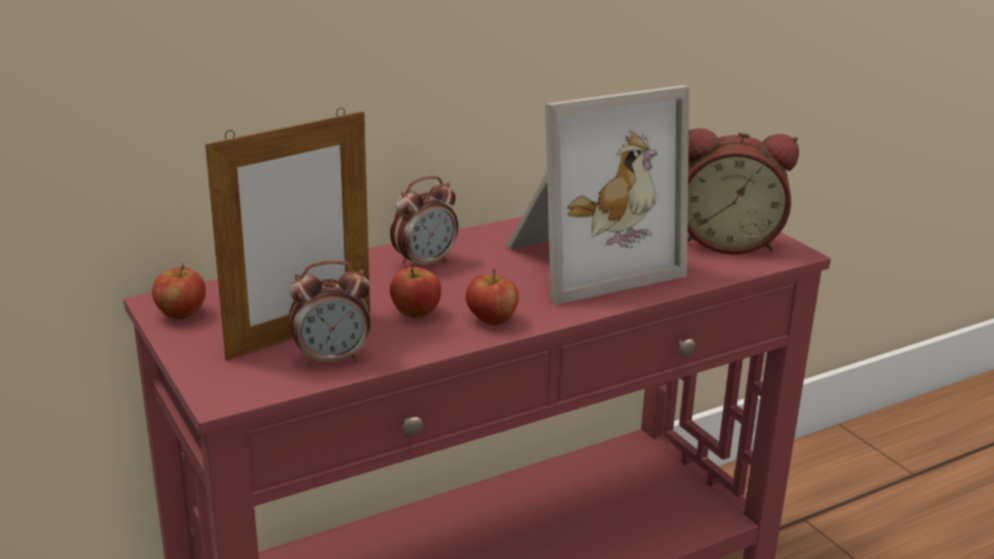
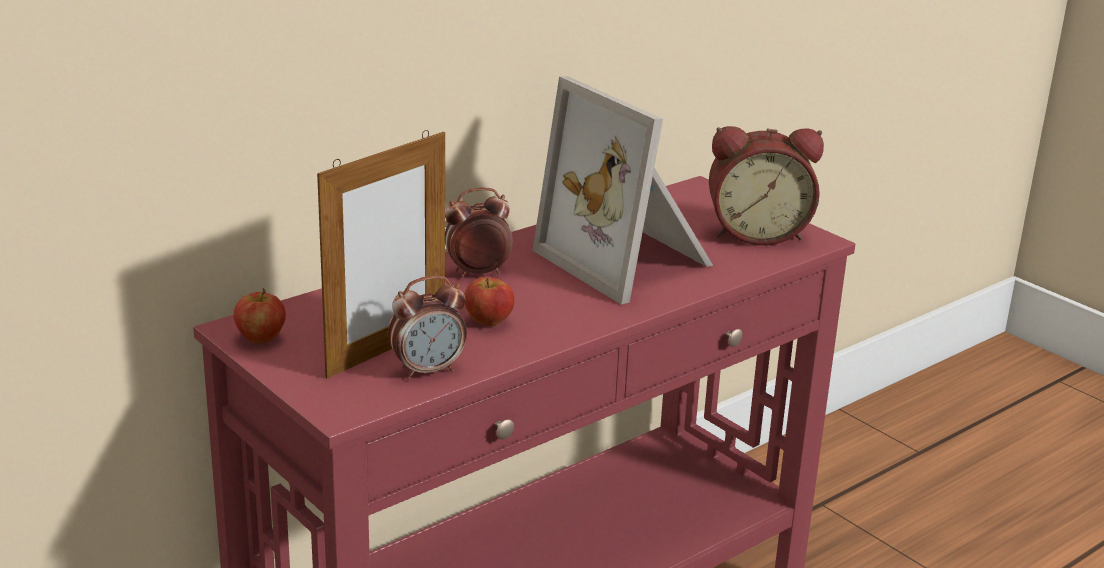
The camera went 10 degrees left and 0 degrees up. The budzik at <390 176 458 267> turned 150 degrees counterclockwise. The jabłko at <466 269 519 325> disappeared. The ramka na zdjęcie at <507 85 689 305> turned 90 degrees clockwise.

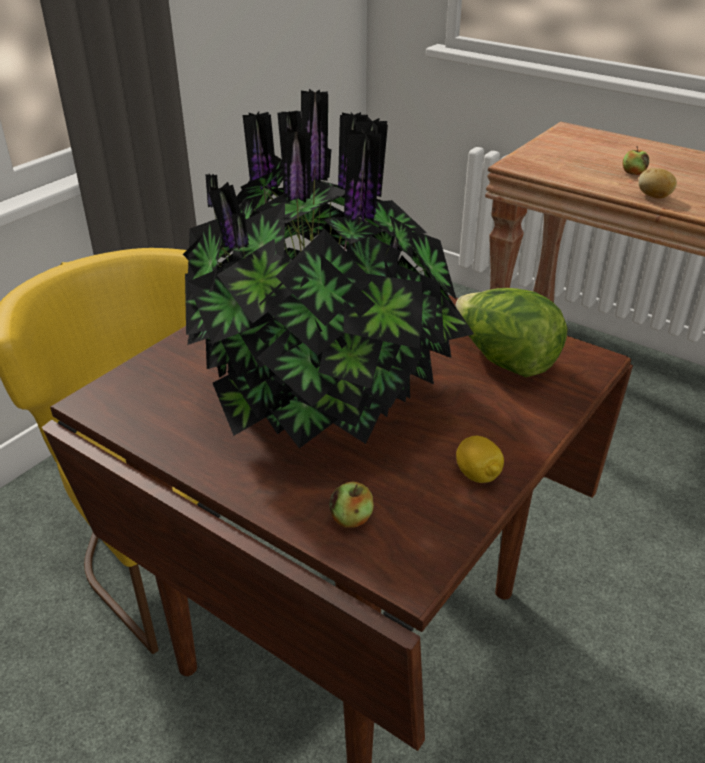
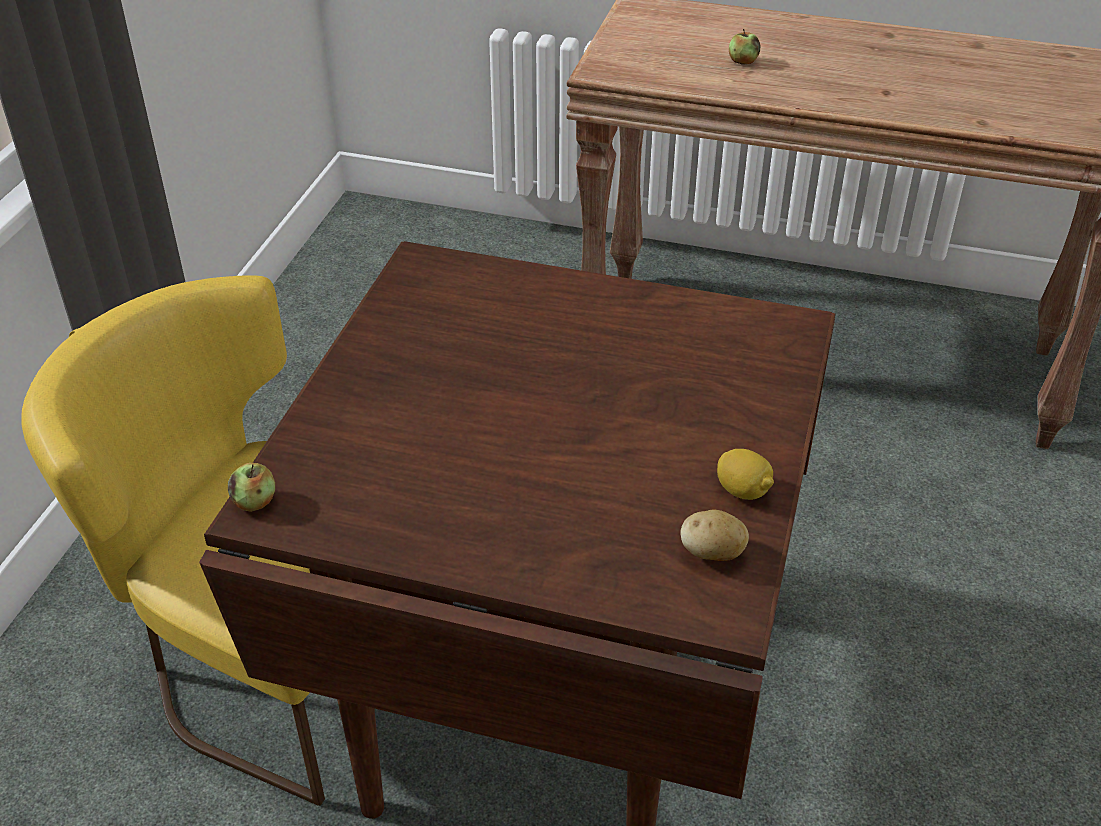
The camera went 20 degrees left and 5 degrees up. The roślina doniczkowa at <183 89 474 448> disappeared. The jabłko moved from <329 481 374 528> to <228 463 275 512>. The sałata at <456 288 568 377> disappeared. The ziemniak moved from <639 168 677 199> to <680 510 749 561>.

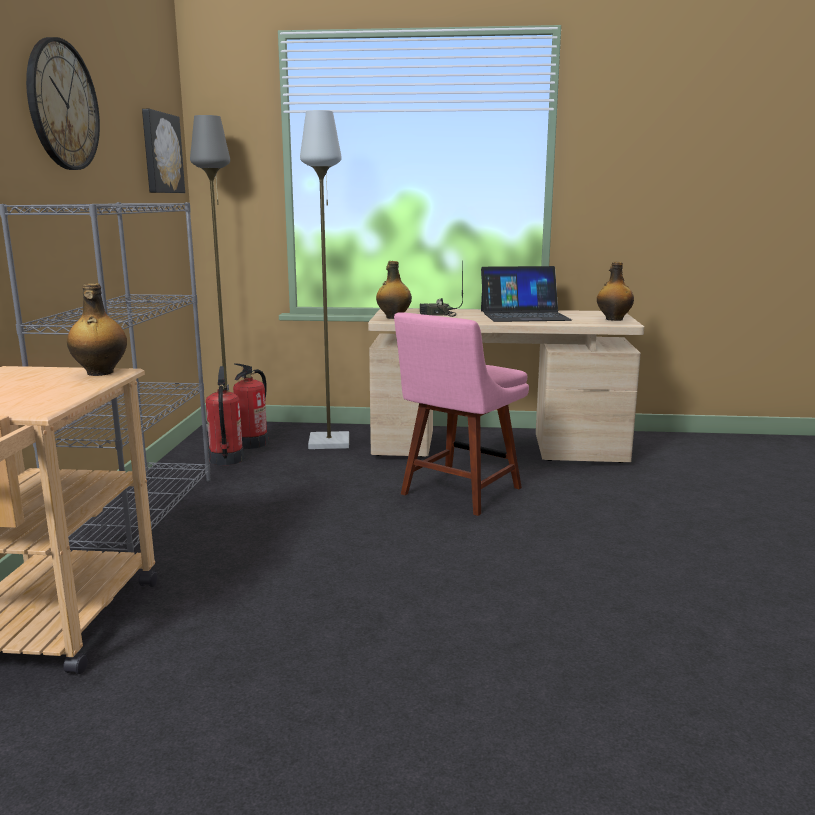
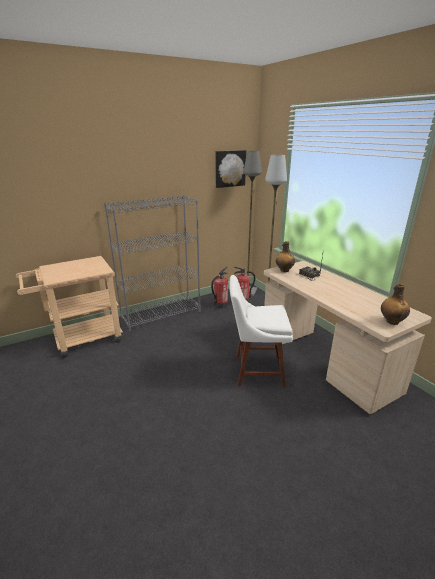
The camera went 55 degrees right and 10 degrees up. The zegar ścienny at <26 37 100 170> disappeared. The butelka at <67 283 127 376> disappeared. The krzesło [różowy] at <394 312 529 516> became the krzesło [biały] at <229 275 293 387>. The laptop at <481 266 572 322> disappeared.

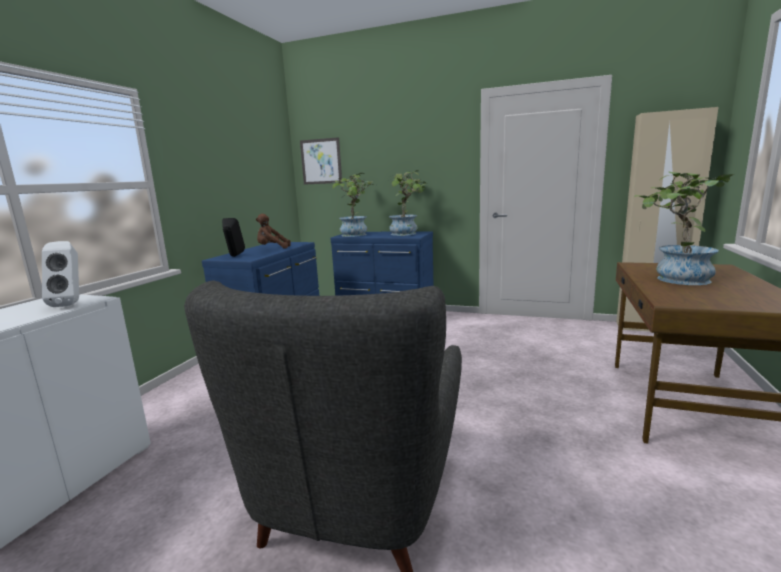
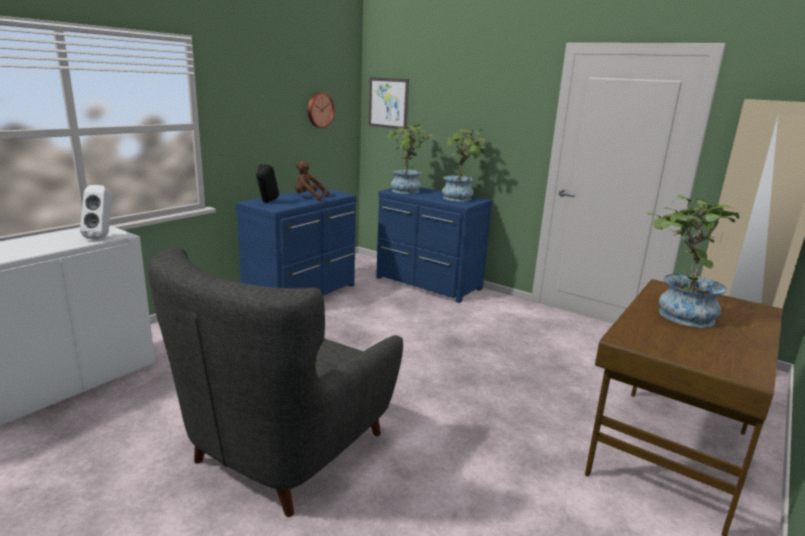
The camera went 15 degrees right and 5 degrees up. The zegar ścienny at <308 92 335 128> appeared.

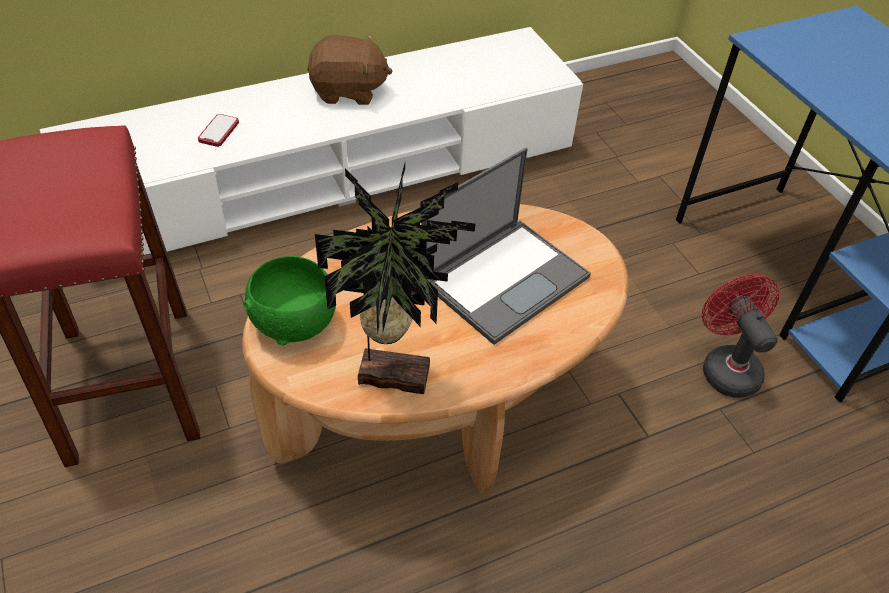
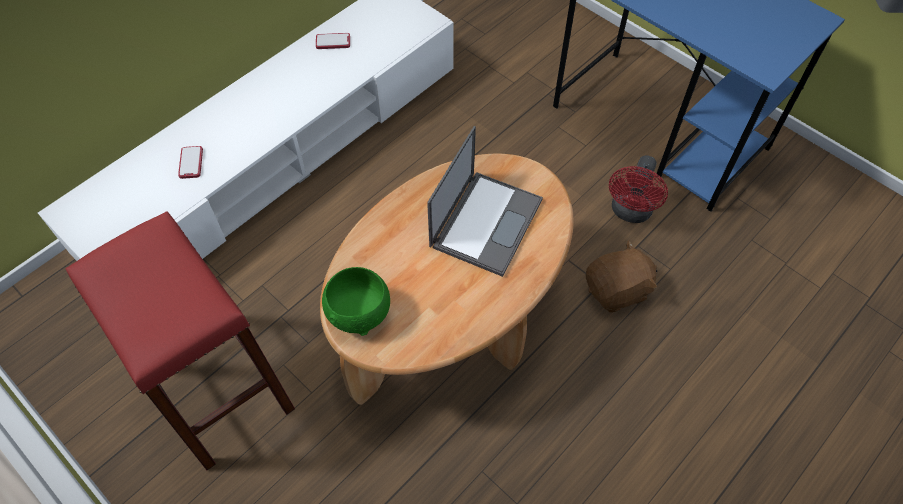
The camera went 20 degrees left and 10 degrees up. The pluszak [brązowy] moved from <307 33 392 105> to <586 240 657 313>. The roślina doniczkowa at <315 163 475 394> disappeared. The wentylator [czerwony] at <702 274 779 398> turned 120 degrees counterclockwise. The telefon at <316 33 350 49> appeared.

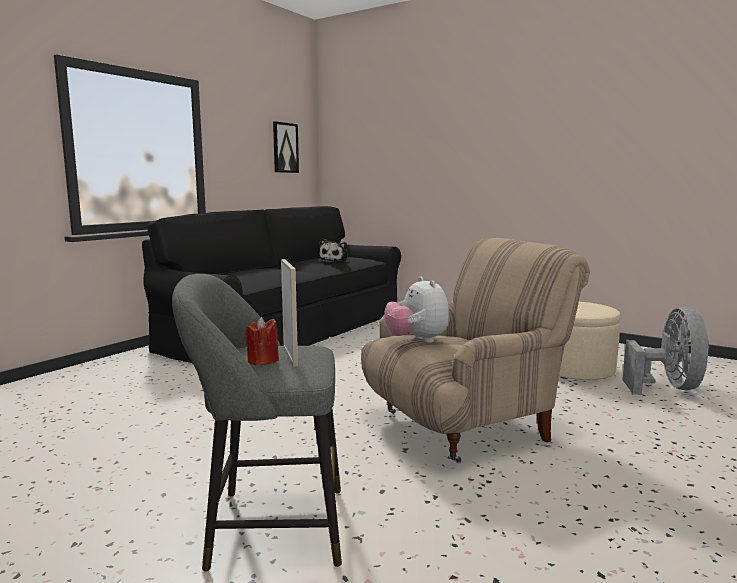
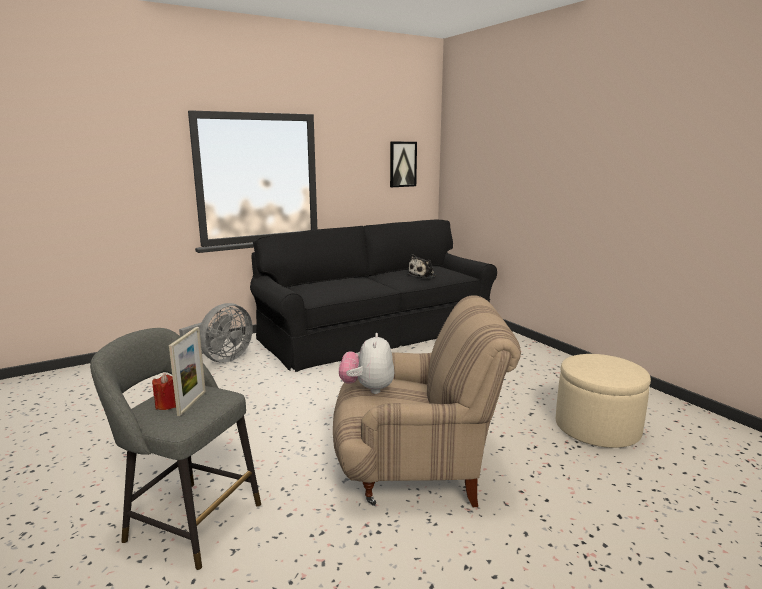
The camera went 25 degrees right and 5 degrees up. The wentylator [szary] moved from <622 307 709 395> to <179 303 253 363>.

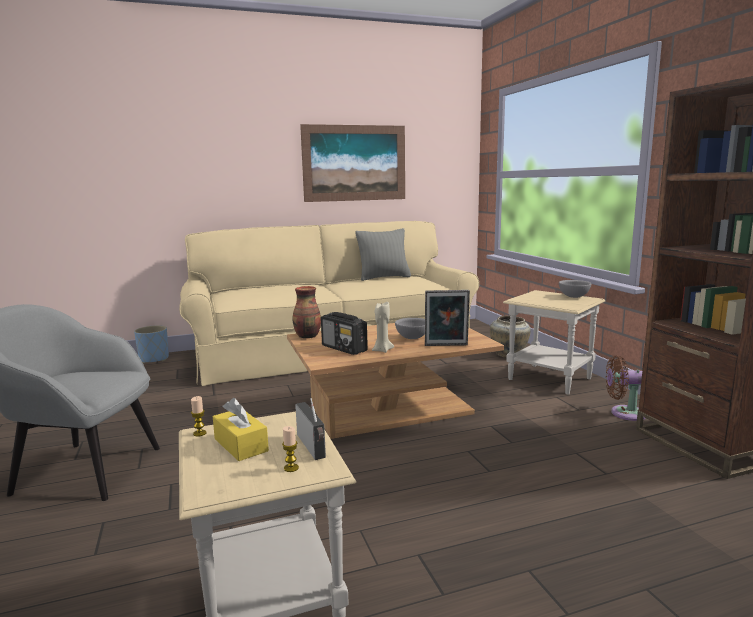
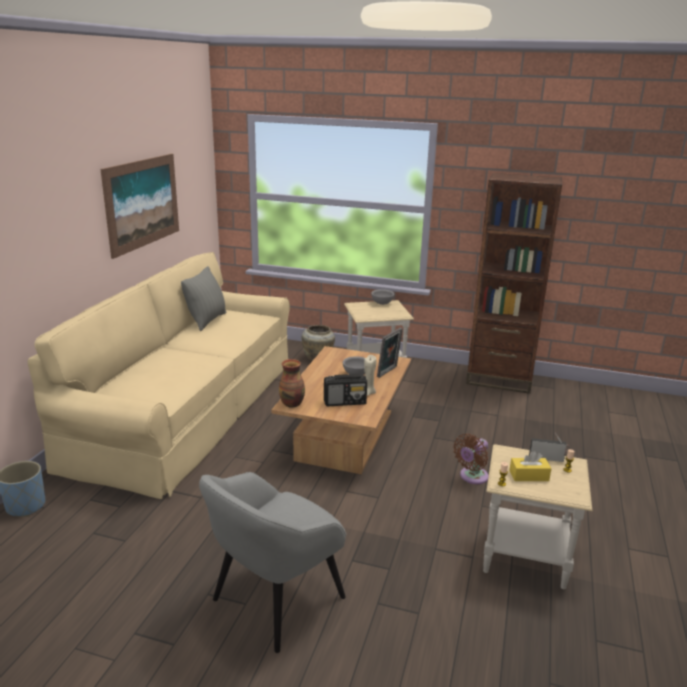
The camera went 55 degrees left and 10 degrees up. The wentylator [brązowy] moved from <606 355 646 421> to <453 434 489 484>.

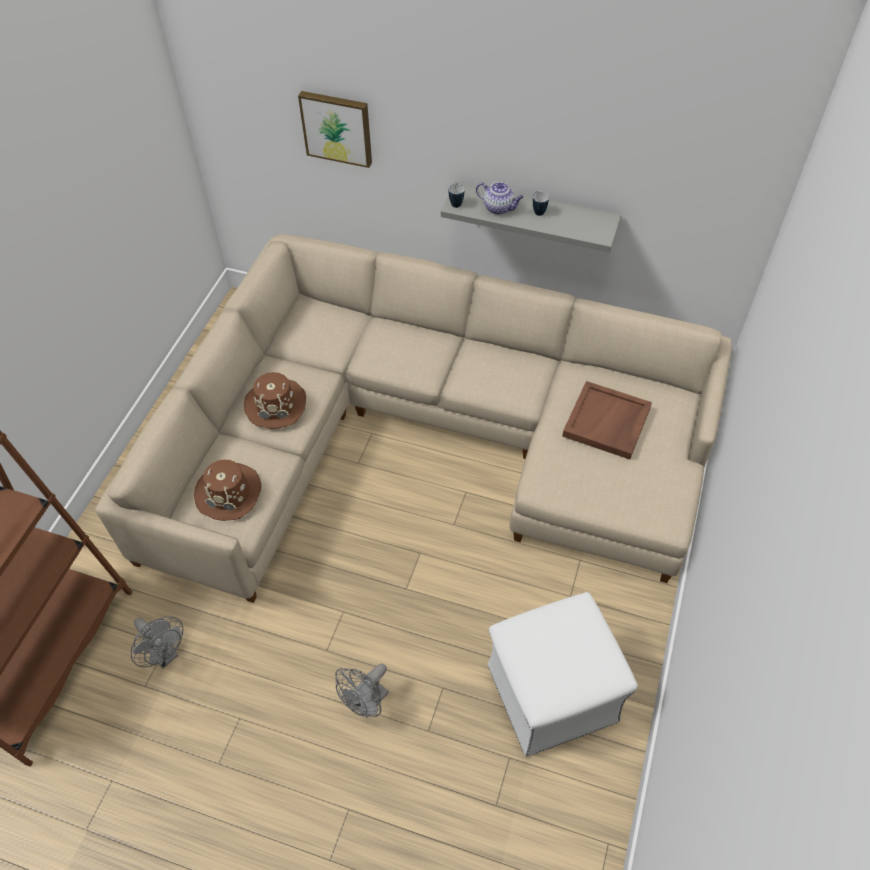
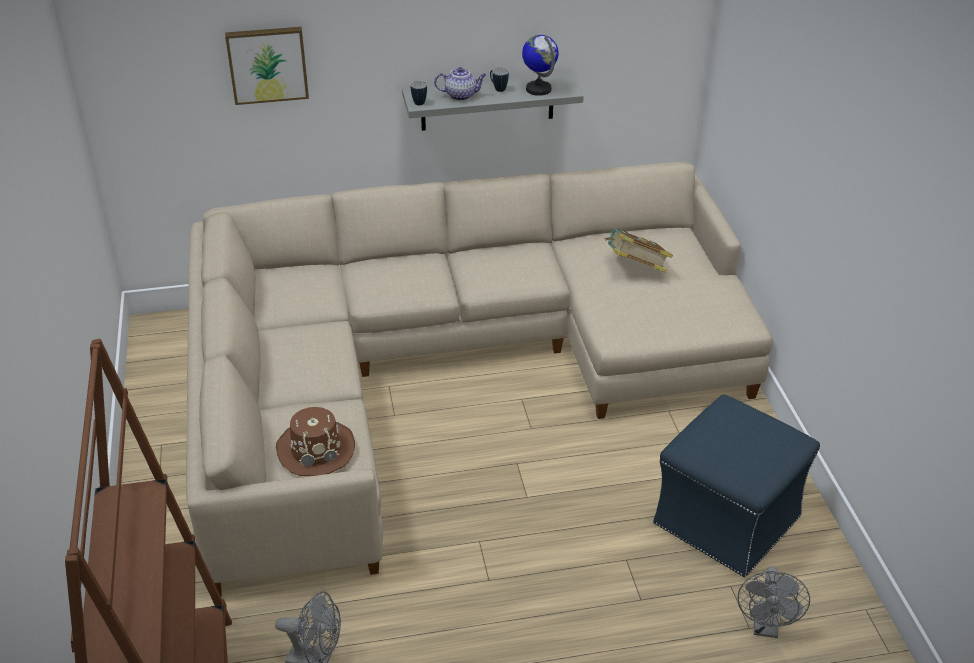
The camera went 30 degrees left and 15 degrees down. The kapelusz [brązowy] at <244 372 306 429> disappeared. The wentylator [szary] moved from <335 663 389 718> to <738 567 810 638>. The pufa [biały] at <488 592 638 756> became the pufa [niebieski] at <653 395 820 577>. The taca [brązowy] at <562 381 652 460> was replaced by the książka at <605 228 673 272>. The globus at <522 35 559 96> appeared.

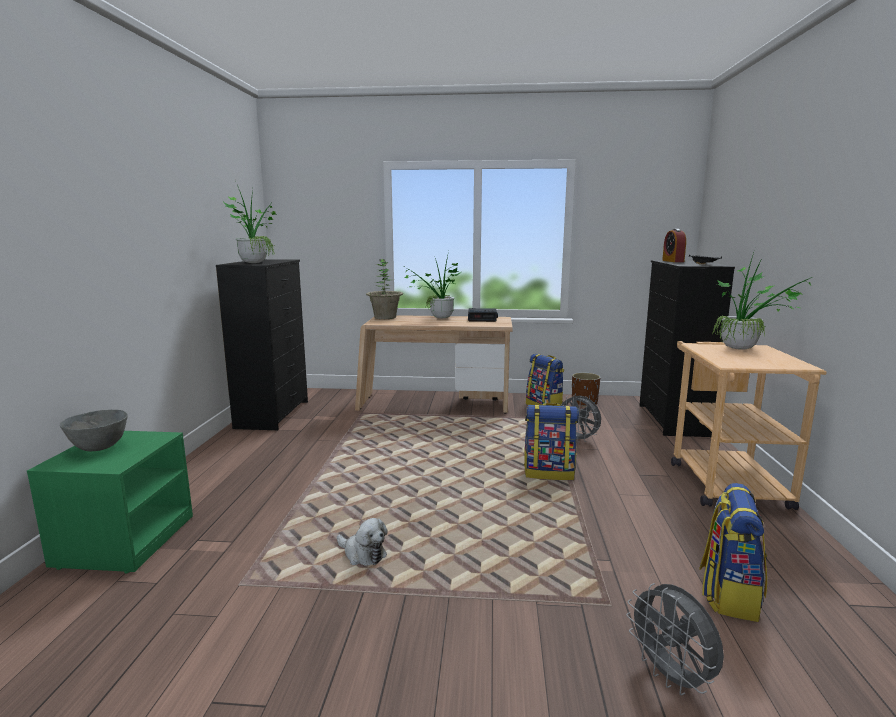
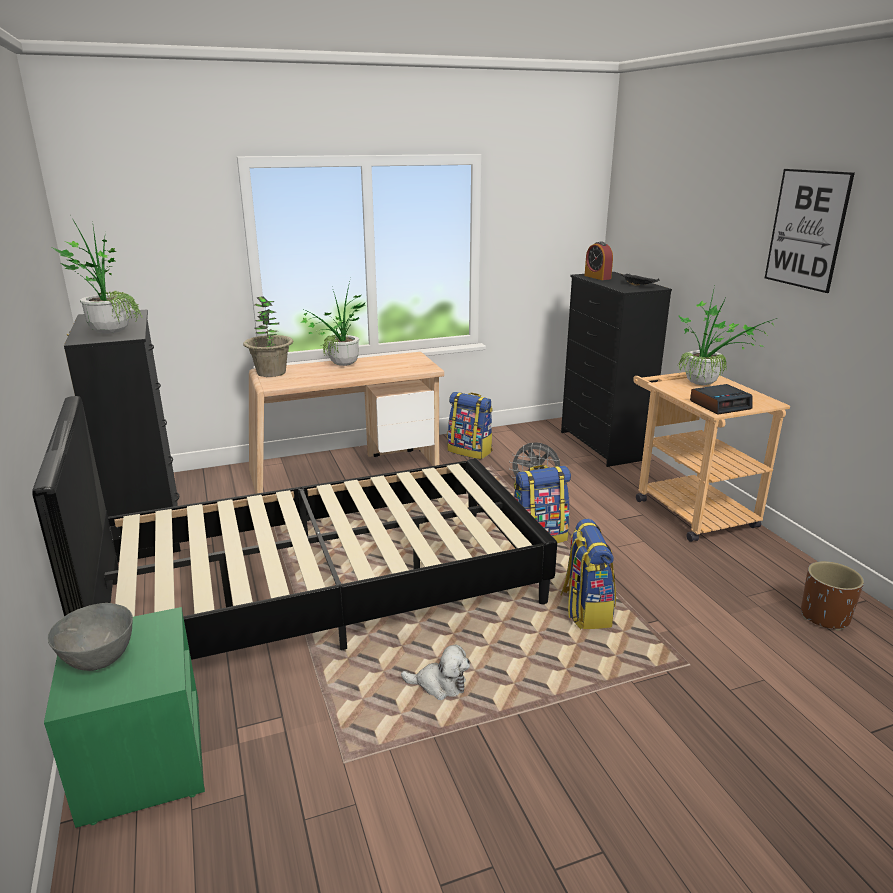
The camera went 25 degrees left and 10 degrees up. The budzik moved from <468 308 498 322> to <690 384 753 415>. The donica [brązowy] moved from <572 373 601 407> to <801 561 864 631>. The wentylator [szary] at <626 583 724 695> disappeared. The plecak moved from <699 483 767 622> to <560 519 616 629>. The łóżko [czarny] at <32 396 557 660> appeared. The obraz at <765 169 855 293> appeared.

